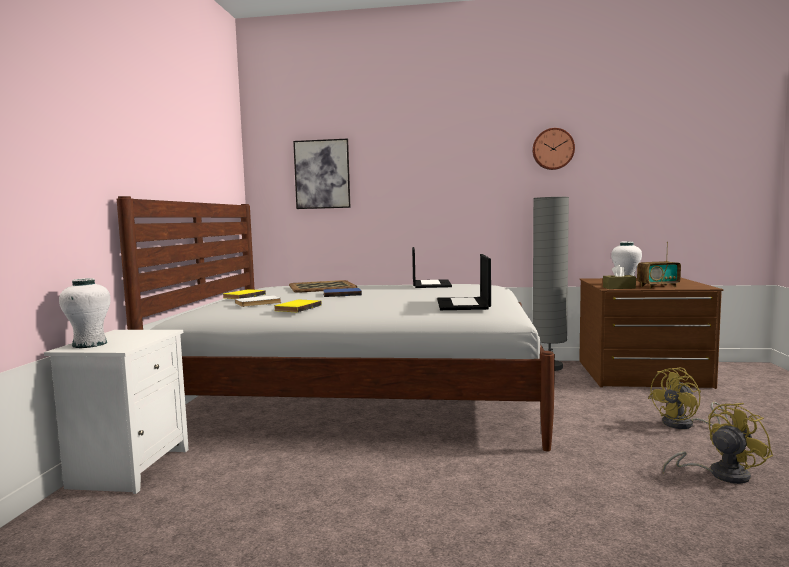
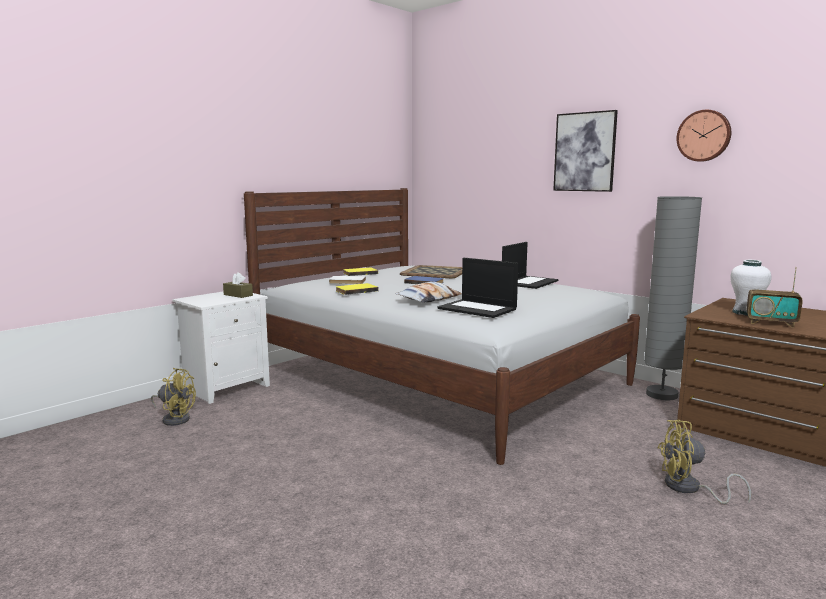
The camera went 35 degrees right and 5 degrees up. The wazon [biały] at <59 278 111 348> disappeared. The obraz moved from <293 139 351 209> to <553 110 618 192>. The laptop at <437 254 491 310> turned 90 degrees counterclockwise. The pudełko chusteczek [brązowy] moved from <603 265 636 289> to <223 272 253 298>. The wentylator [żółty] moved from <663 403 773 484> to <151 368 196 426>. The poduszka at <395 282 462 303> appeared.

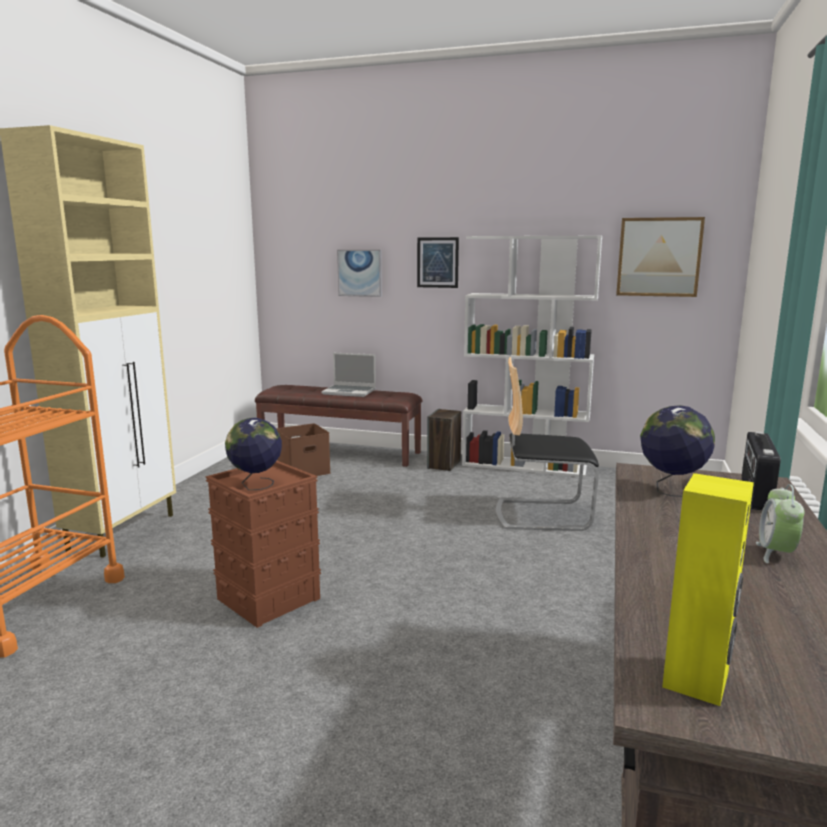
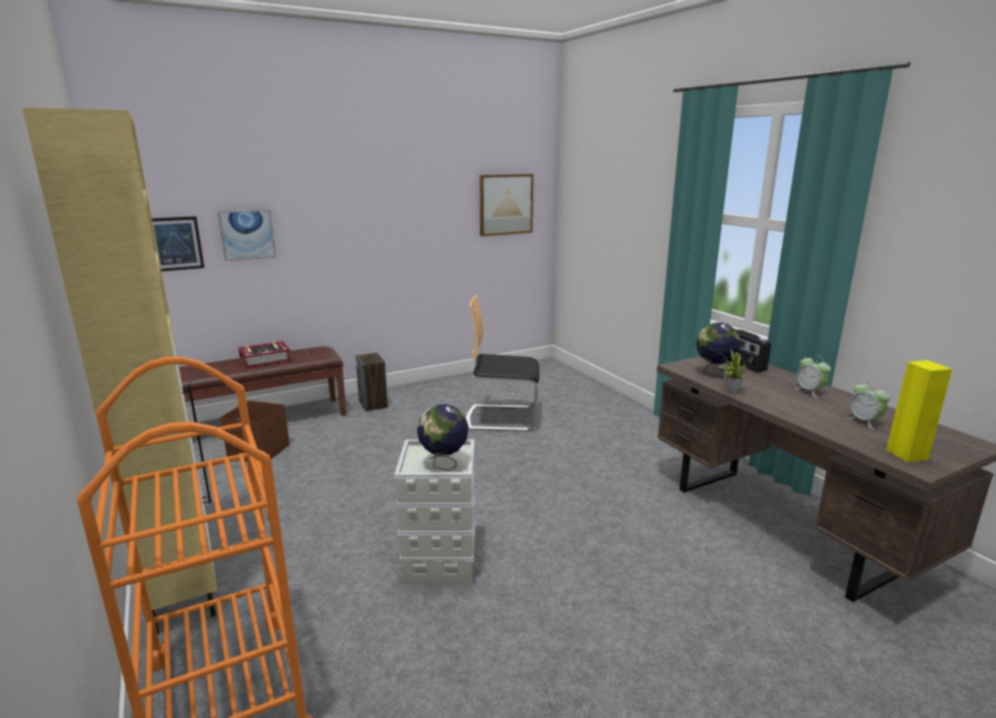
The camera went 45 degrees left and 5 degrees up. The pojemnik do przechowywania [brązowy] at <206 461 321 628> became the pojemnik do przechowywania [szary] at <394 439 476 584>. The laptop at <322 353 376 397> was replaced by the książka at <238 341 291 368>. The obraz moved from <417 237 459 288> to <152 216 205 271>. The regał [biały] at <462 236 602 477> disappeared. The krzesło at <496 357 599 531> turned 45 degrees clockwise. The roślina doniczkowa at <719 350 752 394> appeared. The budzik at <847 381 890 429> appeared.

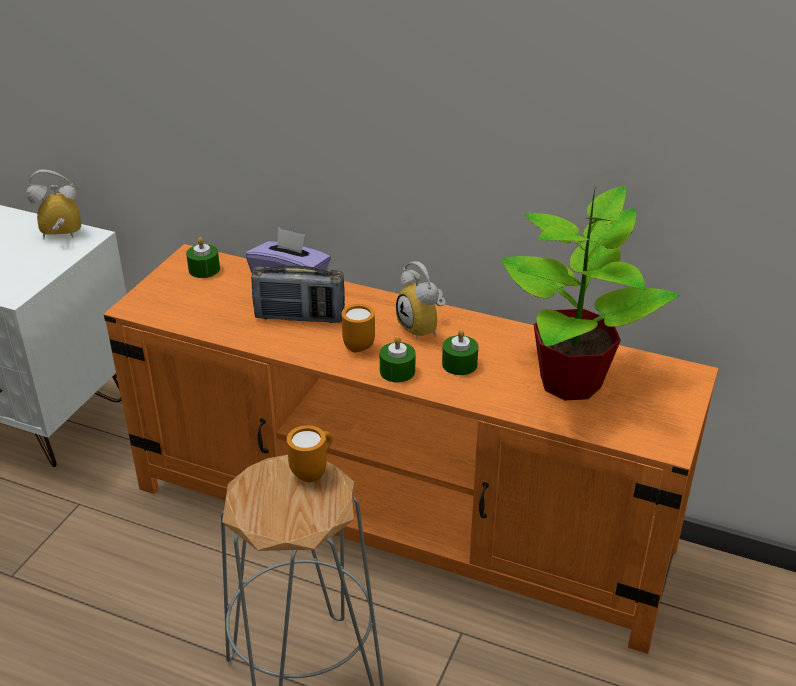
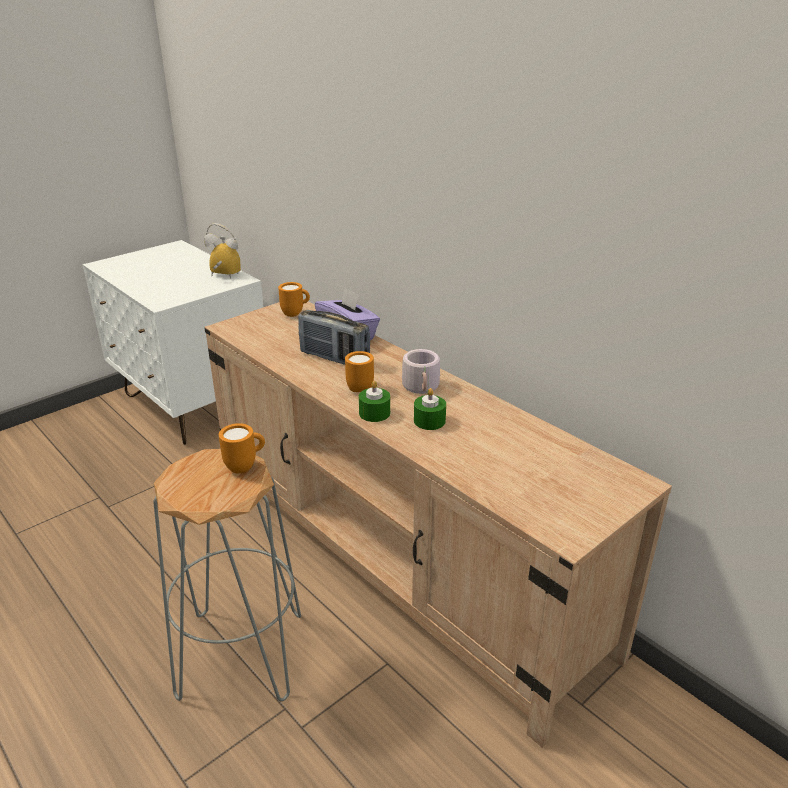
The camera went 25 degrees right and 5 degrees down. The szafka pod telewizor [pomarańczowy] at <104 244 718 654> became the szafka pod telewizor [beżowy] at <205 299 672 748>. The świeca [zielony] at <186 237 220 278> was replaced by the kubek [pomarańczowy] at <278 282 310 317>. The budzik at <396 261 446 339> was replaced by the kubek [szary] at <402 349 440 394>. The roślina doniczkowa at <502 186 679 400> disappeared.

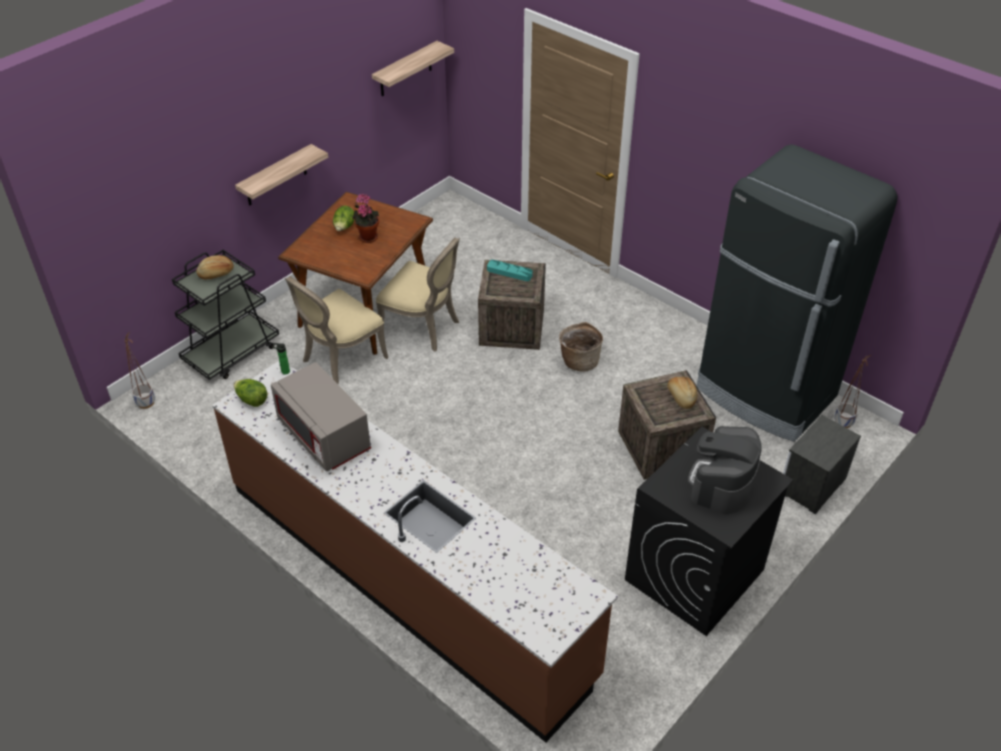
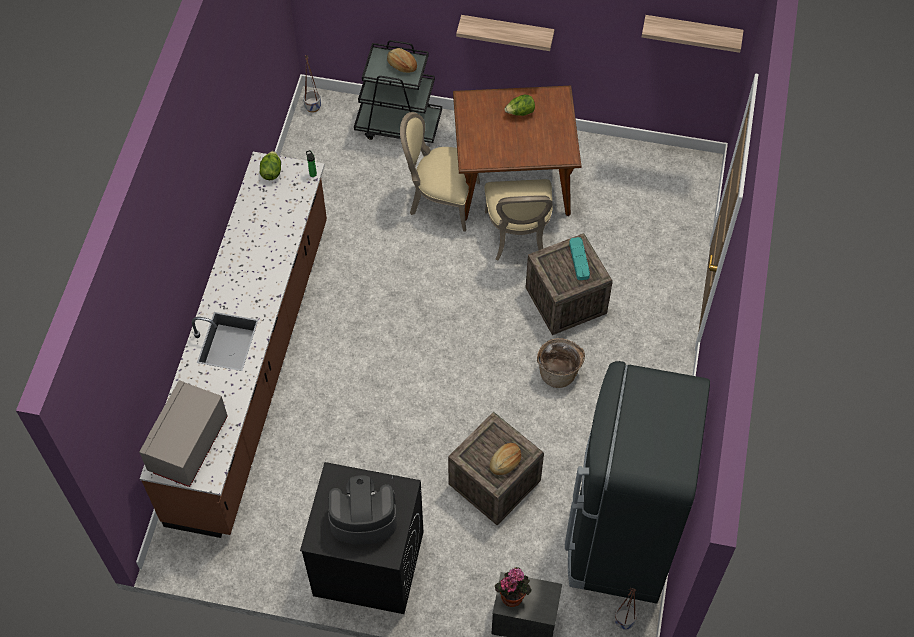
The camera went 60 degrees right and 15 degrees up. The mikrofalówka [szary] moved from <271 362 371 471> to <139 380 228 487>. The roślina doniczkowa moved from <352 194 379 243> to <495 567 531 607>.

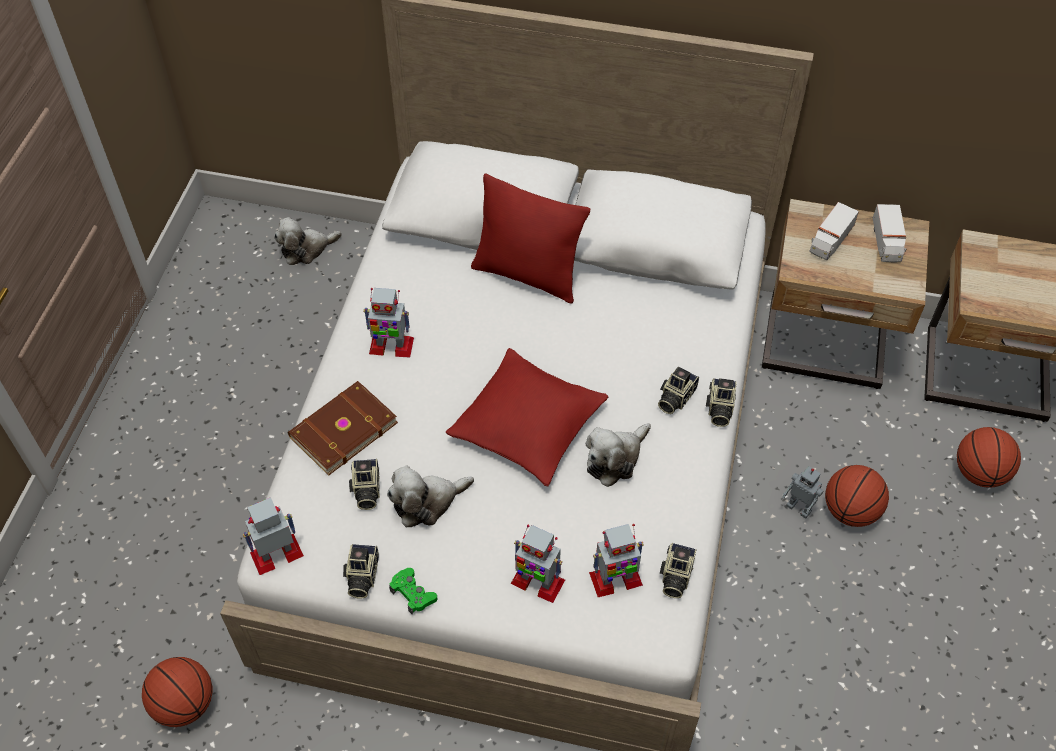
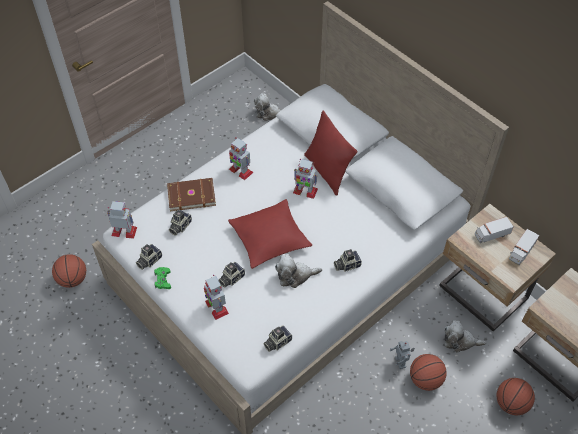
The camera went 35 degrees right and 0 degrees up. The pluszak moved from <387 466 474 527> to <444 320 487 353>. The robot zabawkowy moved from <589 524 644 597> to <293 159 318 199>. The aparat fotograficzny moved from <706 378 737 427> to <218 262 245 288>.

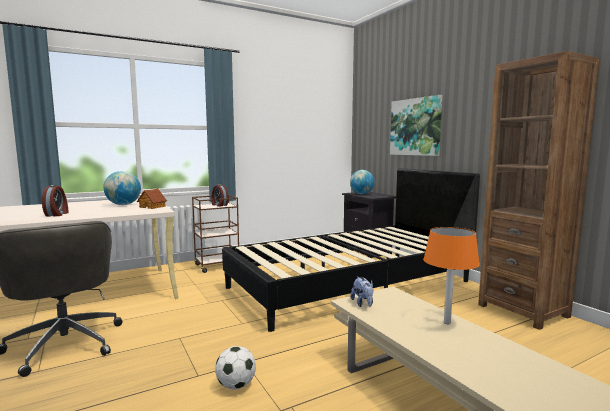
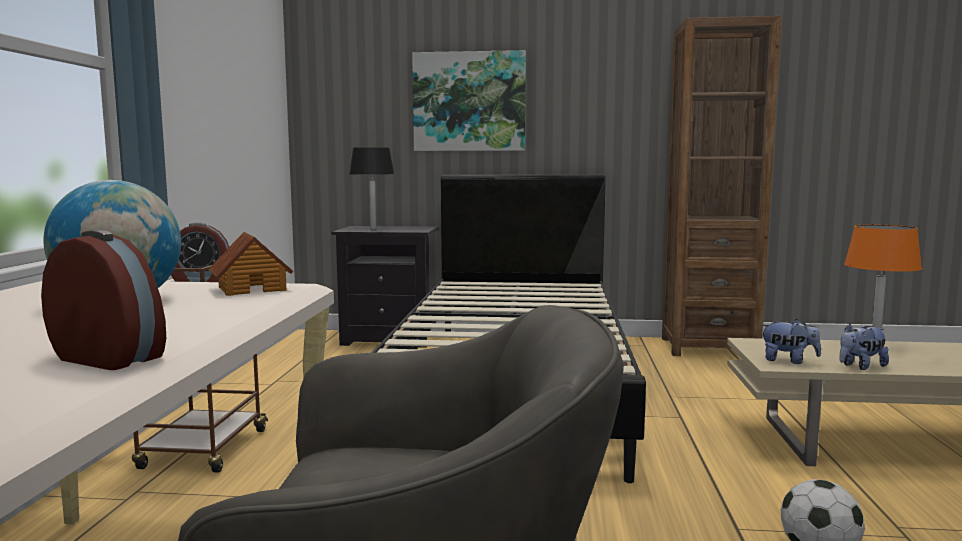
The camera went 55 degrees left and 0 degrees up. The globus at <350 170 375 194> was replaced by the lampa stołowa [czarny] at <349 147 394 230>. The pluszak at <840 324 889 370> appeared.

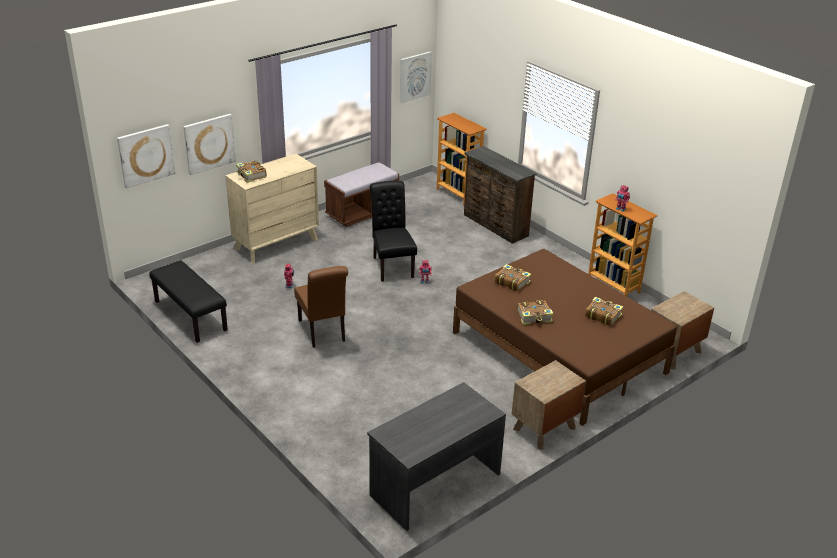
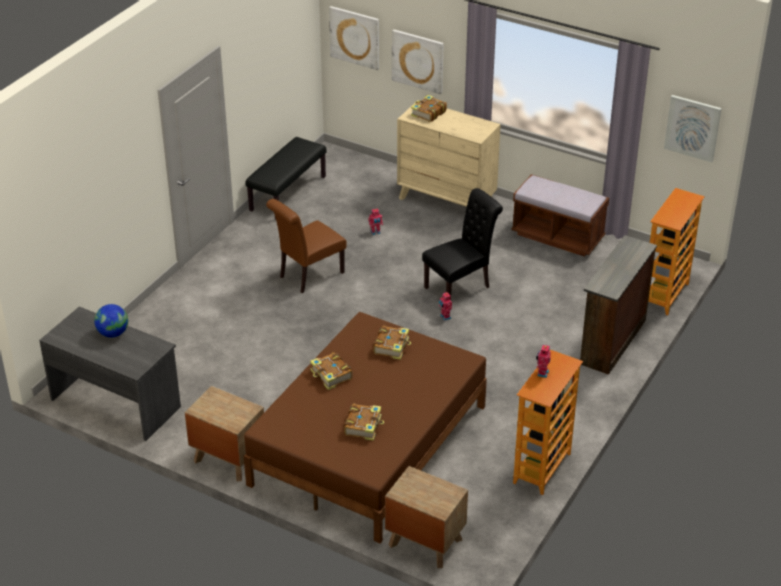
The camera went 70 degrees right and 5 degrees up. The globus at <94 304 128 338> appeared.

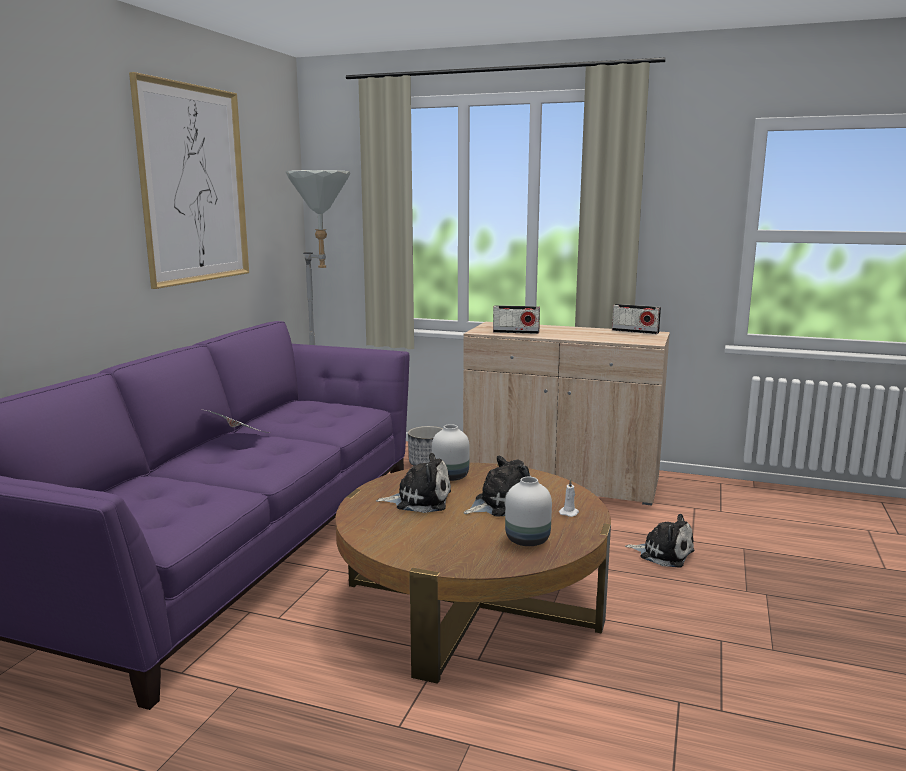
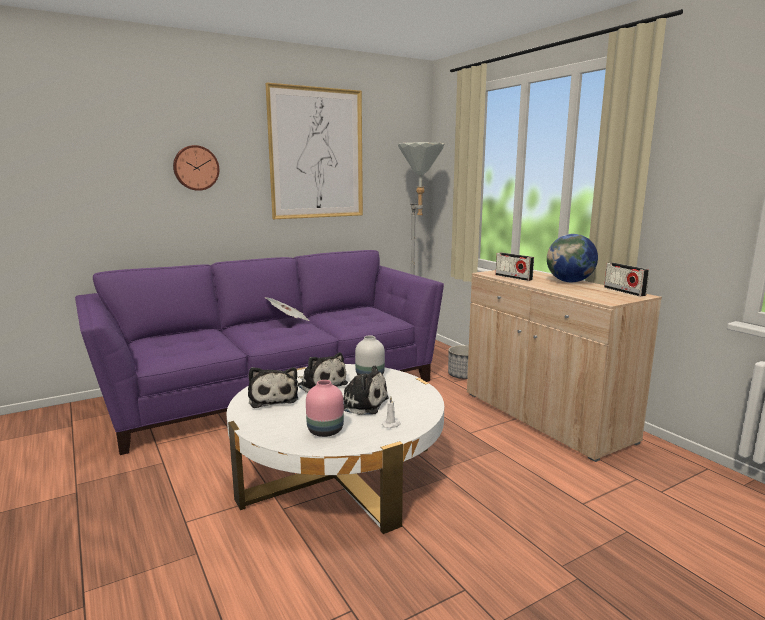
The camera went 40 degrees right and 0 degrees up. The ława [brązowy] at <335 463 611 684> became the ława [biały] at <226 364 444 534>. The wazon [biały] at <505 477 552 546> became the wazon [różowy] at <306 380 344 437>. The pluszak moved from <625 514 694 568> to <248 367 298 408>. The zegar ścienny at <173 145 219 191> appeared. The globus at <547 234 598 282> appeared.

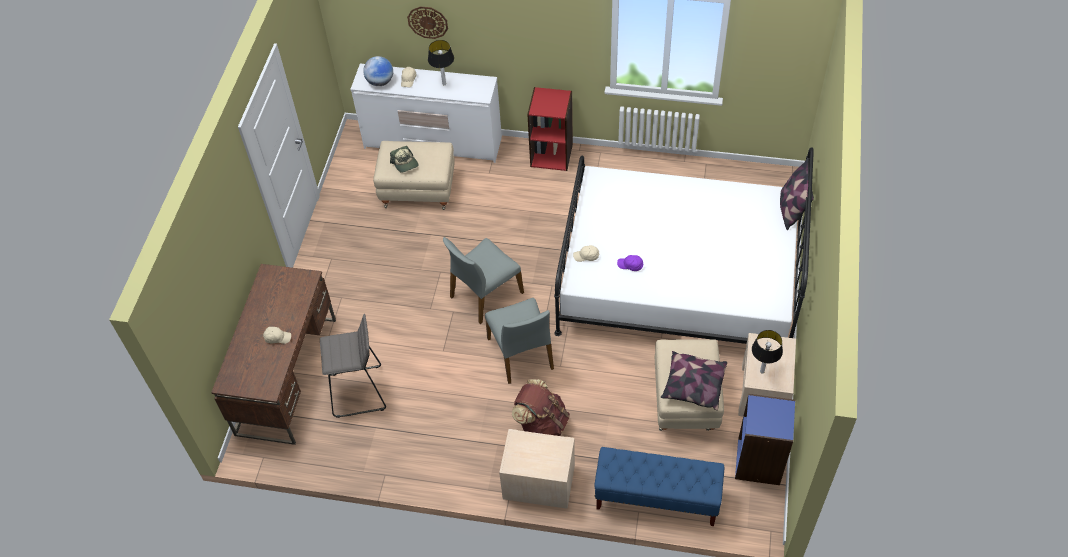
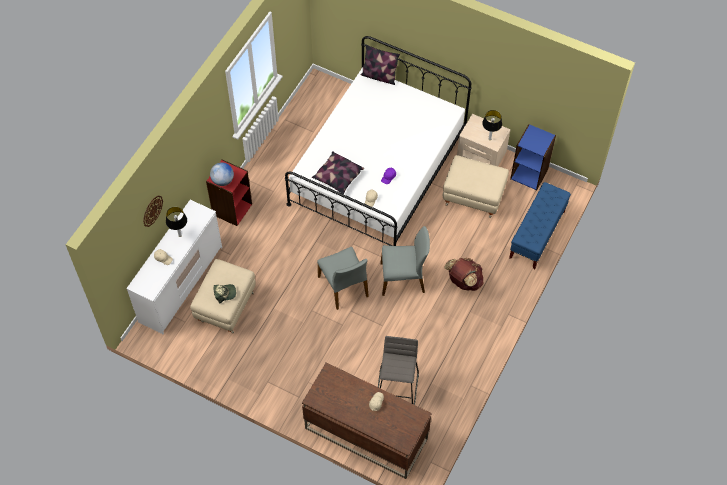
The camera went 75 degrees left and 5 degrees up. The globus moved from <363 56 393 86> to <210 162 234 186>. The szafka nocna [beżowy] at <499 429 575 509> disappeared. The poduszka moved from <661 351 727 411> to <312 151 364 194>.

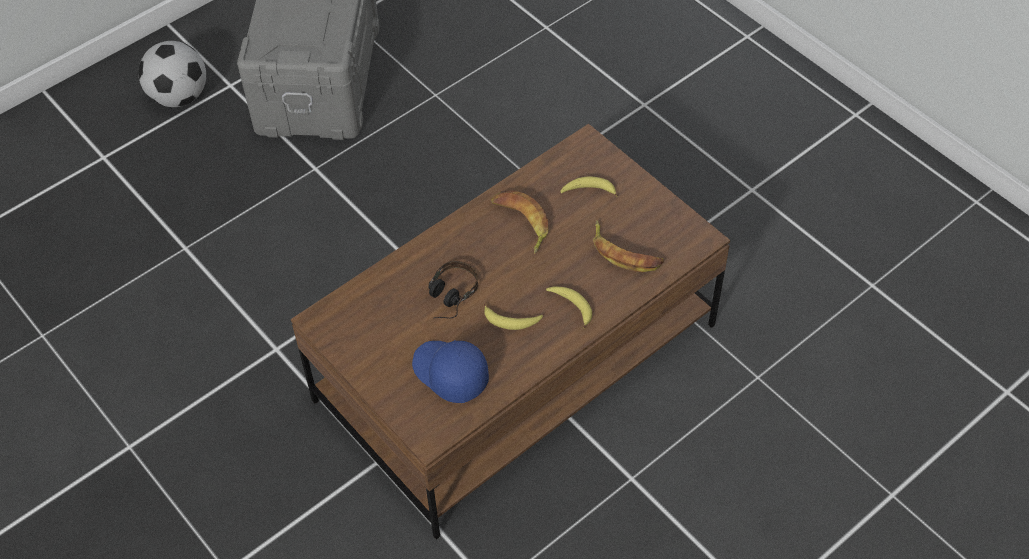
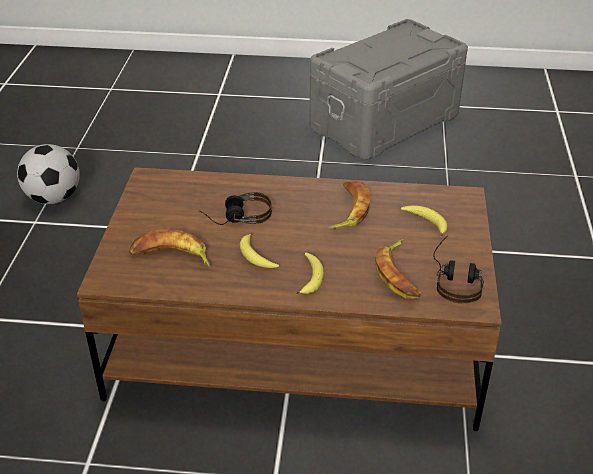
The camera went 45 degrees right and 15 degrees down. The piłka futbolowa moved from <138 41 206 107> to <17 144 80 204>. The czapka z daszkiem [niebieski] at <412 340 489 403> was replaced by the banan at <129 229 210 267>. The słuchawki at <433 236 484 304> appeared.

